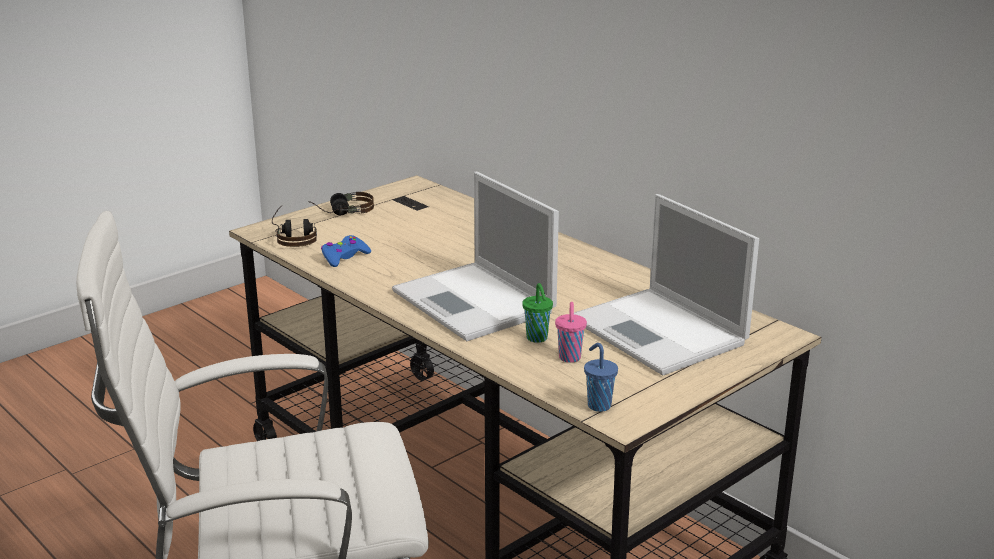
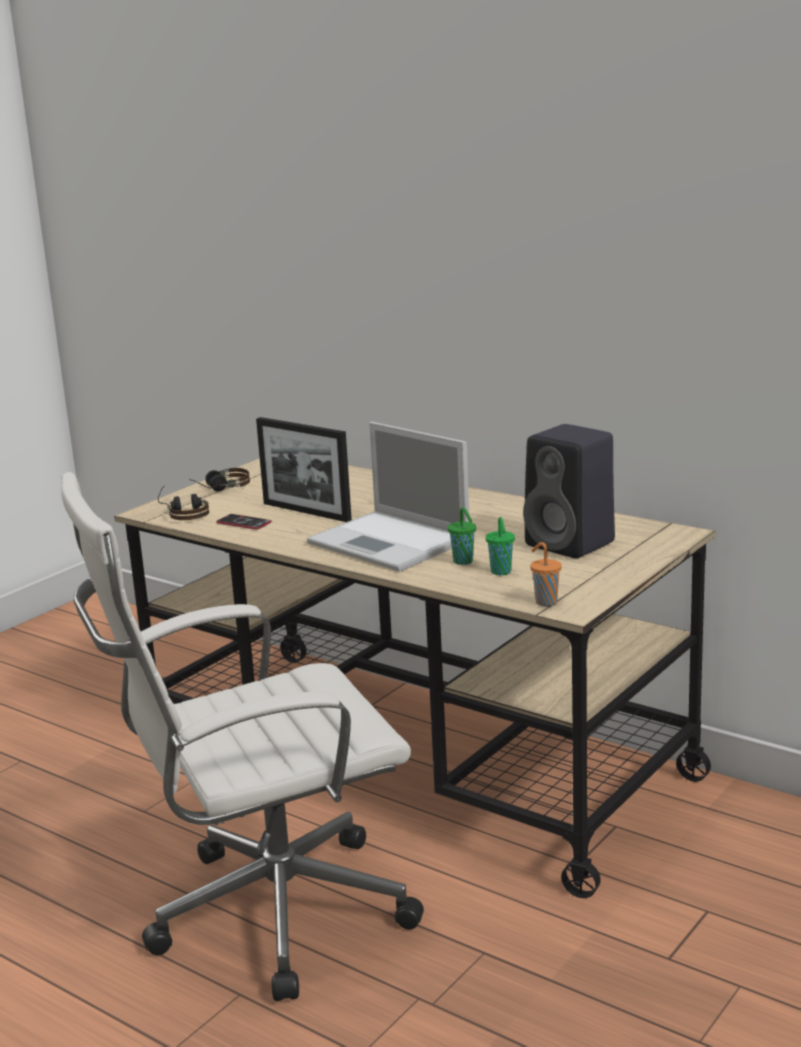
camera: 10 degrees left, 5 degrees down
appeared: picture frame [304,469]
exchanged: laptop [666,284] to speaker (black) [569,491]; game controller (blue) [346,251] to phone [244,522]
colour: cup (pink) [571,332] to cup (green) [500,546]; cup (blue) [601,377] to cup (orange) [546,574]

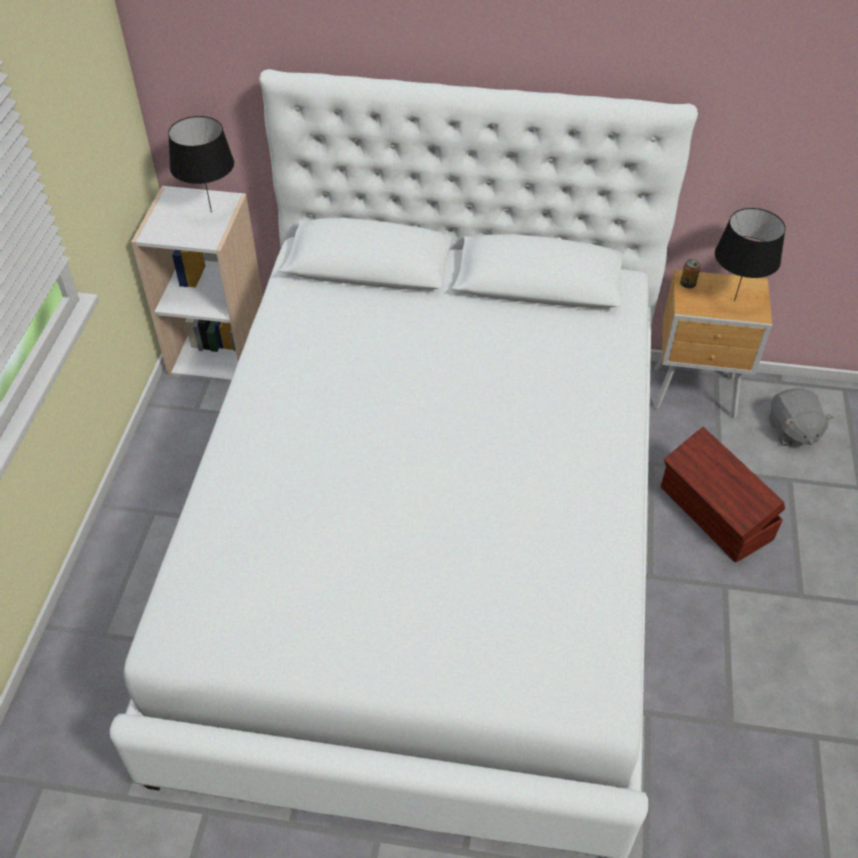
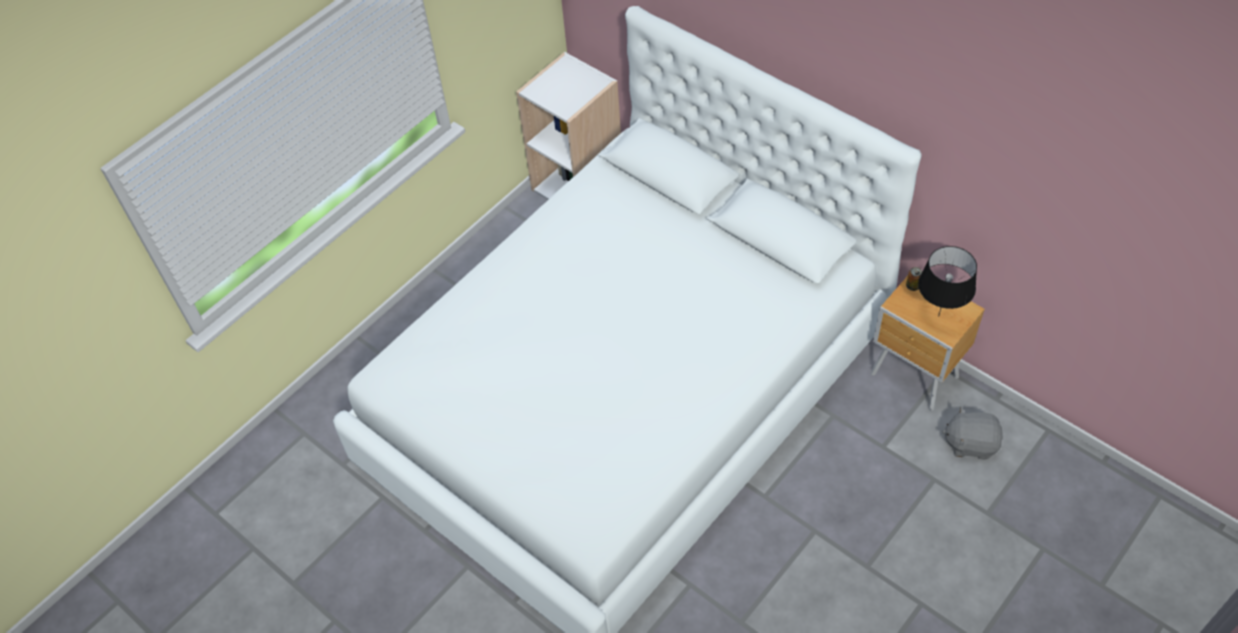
camera: 35 degrees right, 5 degrees up
missing: table lamp (black) [201,164]; storage box (brown) [723,495]
spun: plush toy (grey) [801,417] = [972,433] 75 degrees clockwise

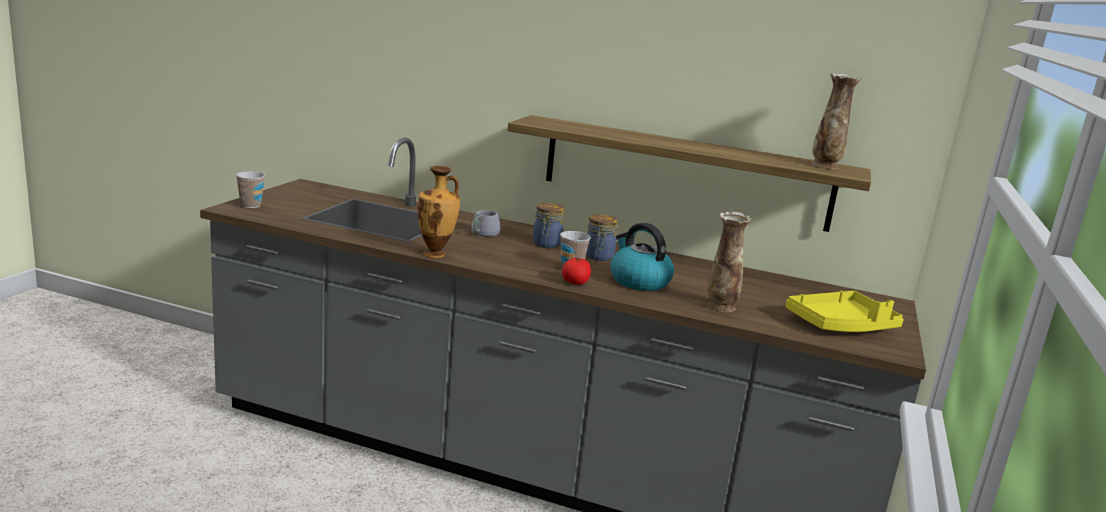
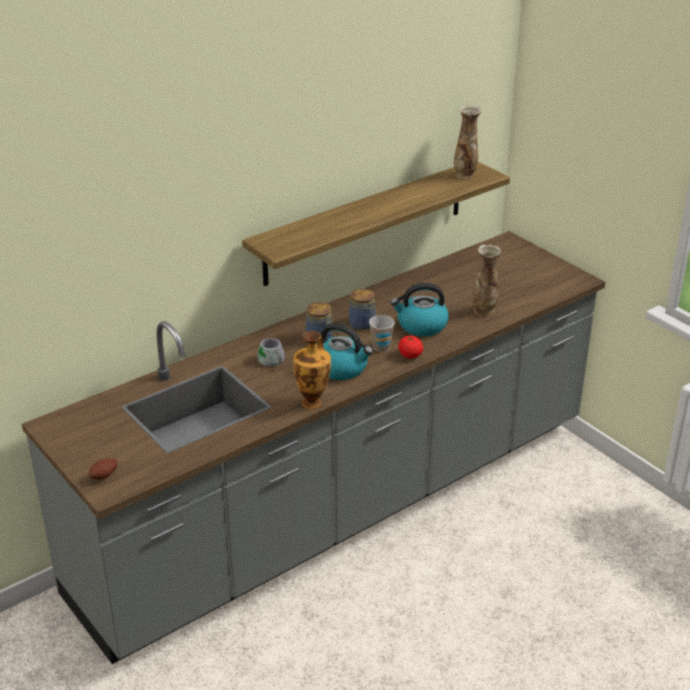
camera: 55 degrees left, 15 degrees up
missing: tray (yellow) [845,311]
appeared: kettle [347,351]
exchanged: cup [250,189] to potato [103,469]

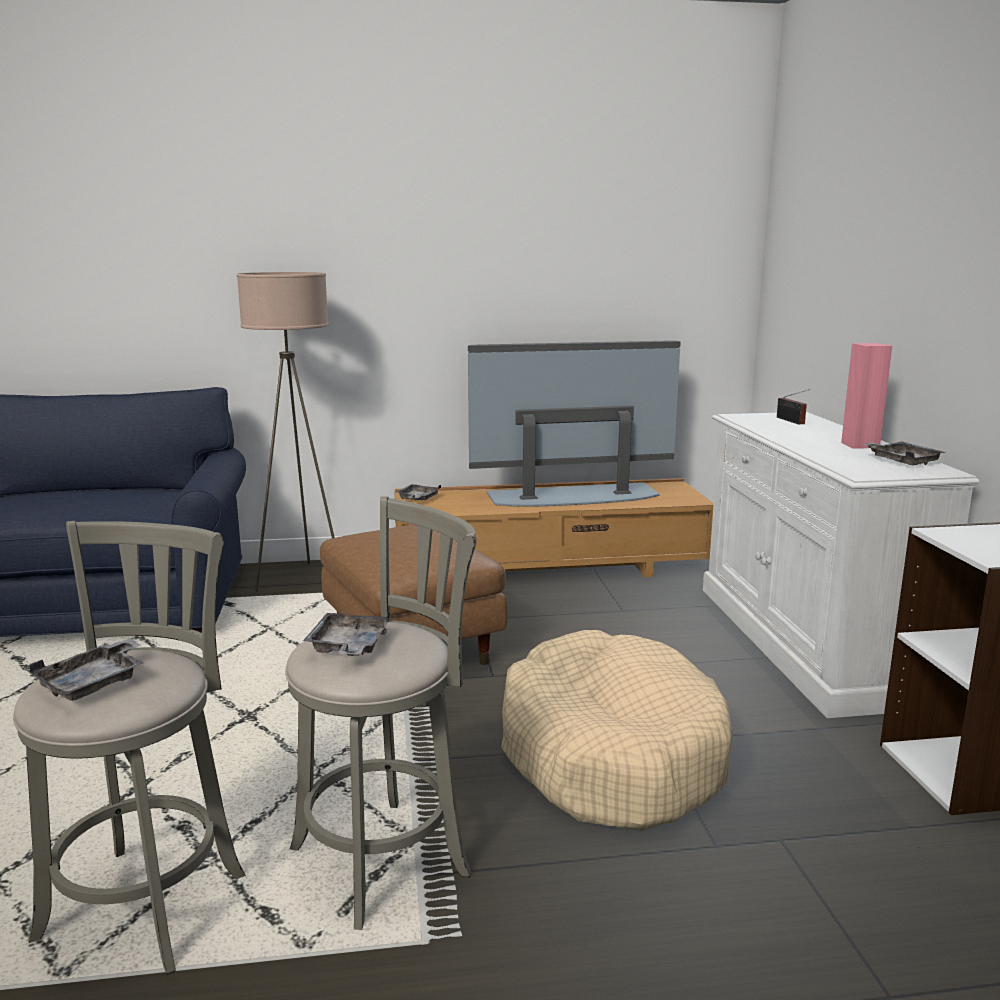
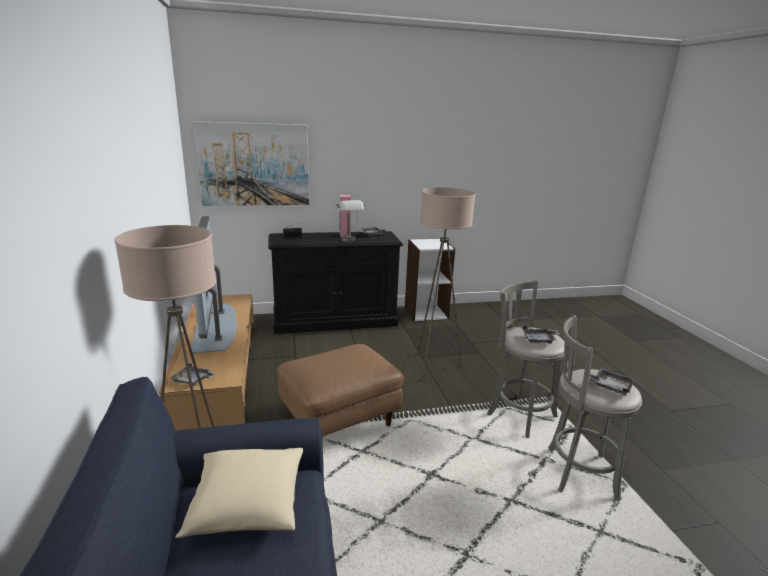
camera: 95 degrees left, 5 degrees up
appeared: picture [251,163]; table lamp (grey) [350,221]; pillow (beige) [239,493]
exchanged: dog bed (beige) [617,730] to floor lamp (beige) [446,284]
colour: cabinet (white) [841,565] to cabinet (black) [335,282]

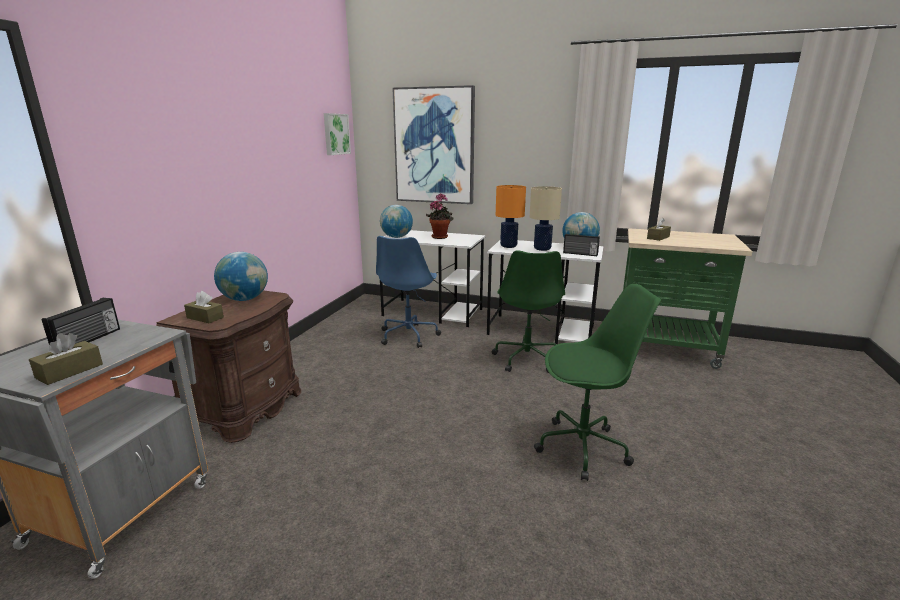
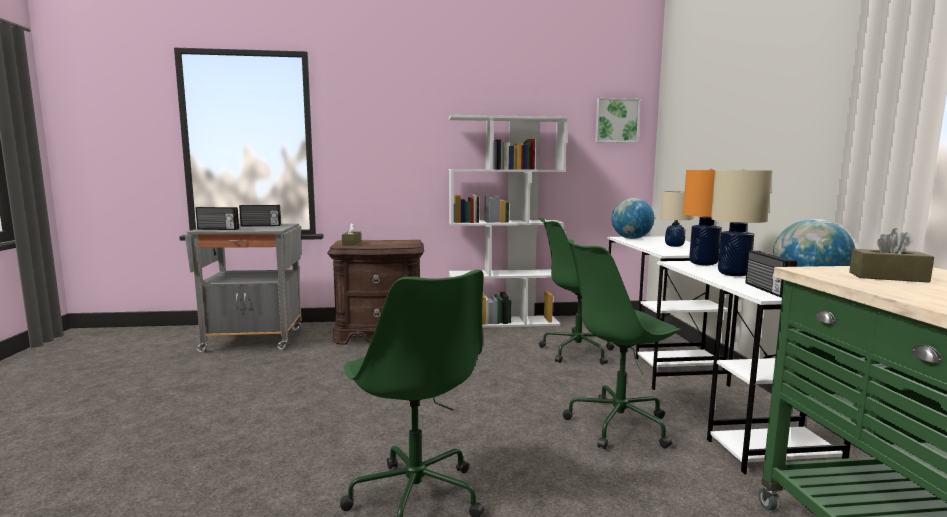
camera: 65 degrees right, 10 degrees down
missing: picture [433,144]; globe [241,276]
appeared: bookcase (white) [508,221]
exchanged: potted plant [440,216] to table lamp (beige) [676,219]; tissue box (brown) [66,359] to radio [217,218]
colour: office chair (blue) [408,292] to office chair (green) [576,291]

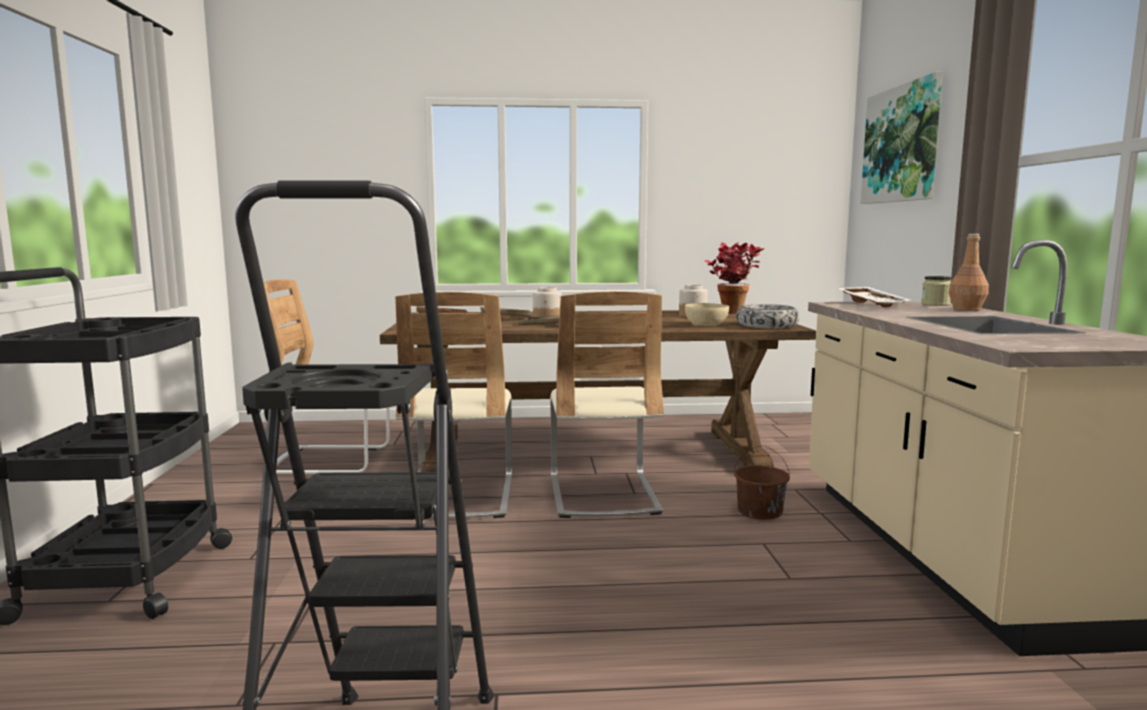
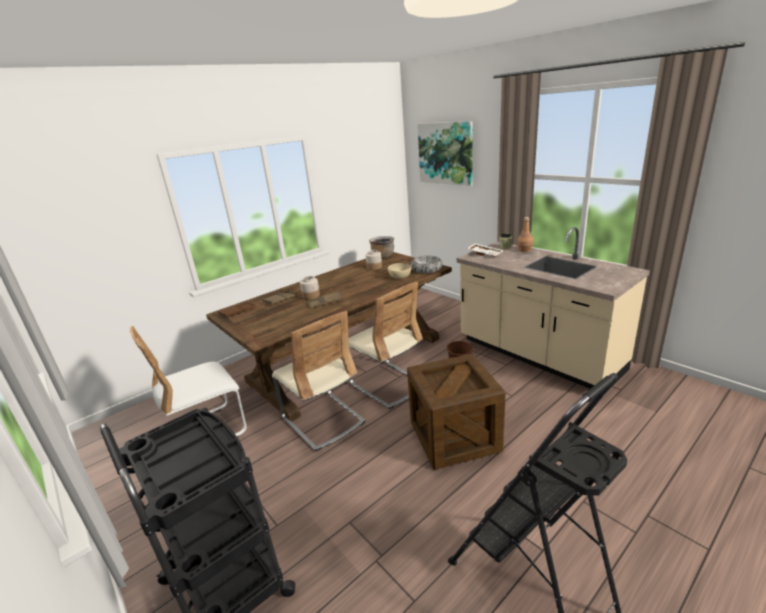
camera: 35 degrees left, 15 degrees up
appeared: crate [456,412]
exchanged: potted plant [734,278] to cooking pot (brown) [381,247]

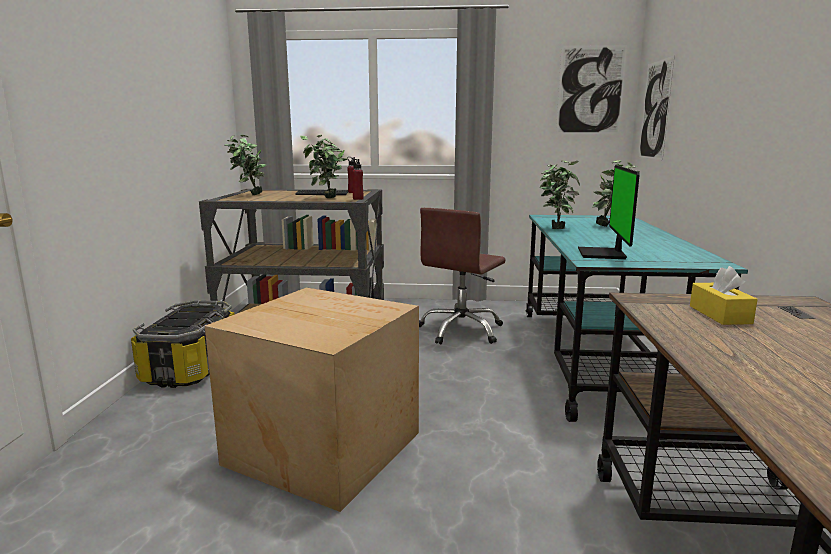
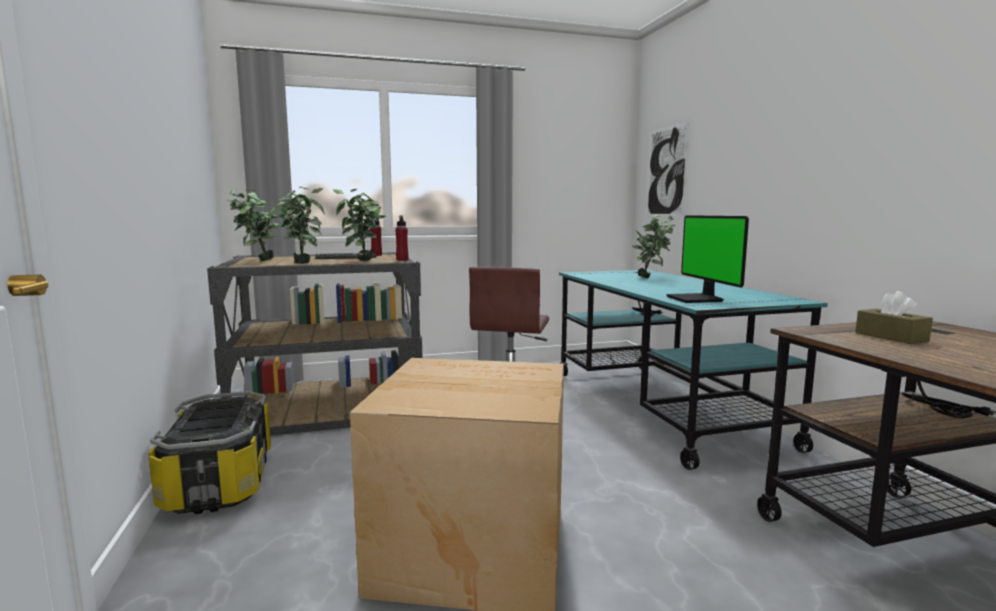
camera: 20 degrees left, 5 degrees down
missing: picture [591,89]
relocated: potted plant [560,195] to [299,225]
colour: tissue box (yellow) [724,295] to tissue box (brown) [894,317]

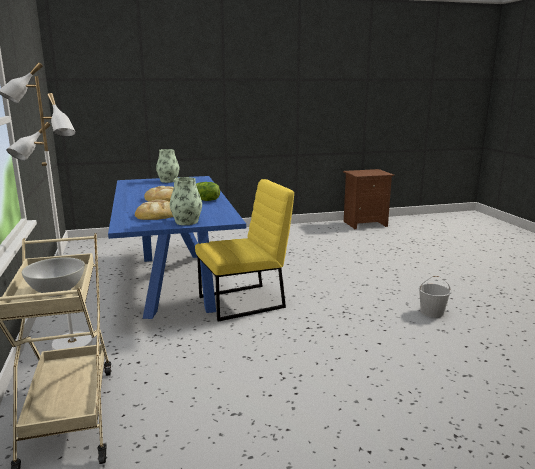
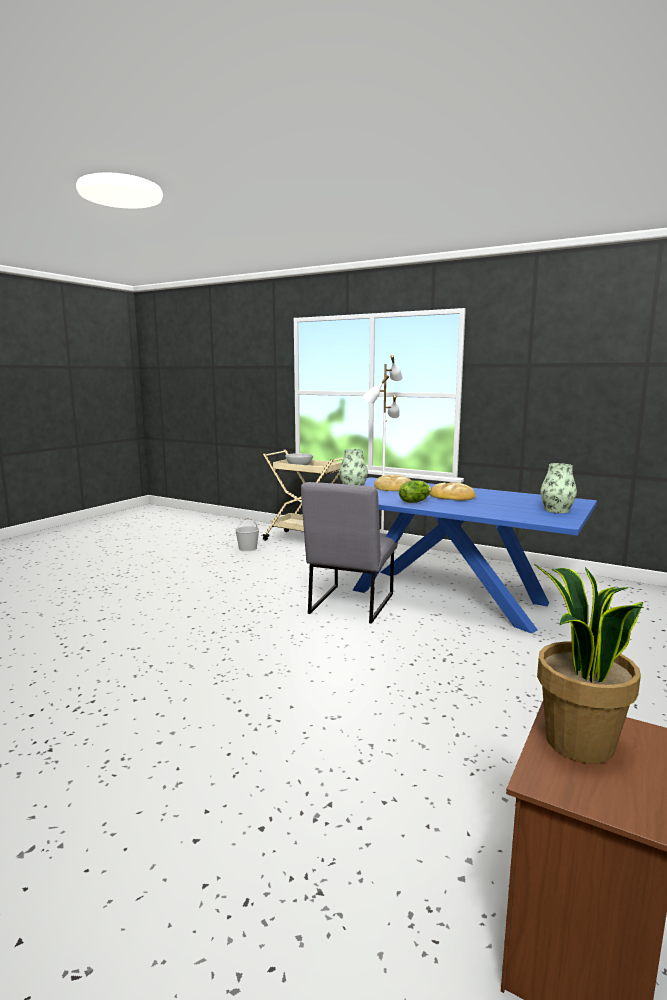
camera: 135 degrees right, 5 degrees down
appeared: potted plant [589,664]
relocated: bucket (white) [435,297] to [247,534]
colour: chair (yellow) [244,250] to chair (grey) [349,553]

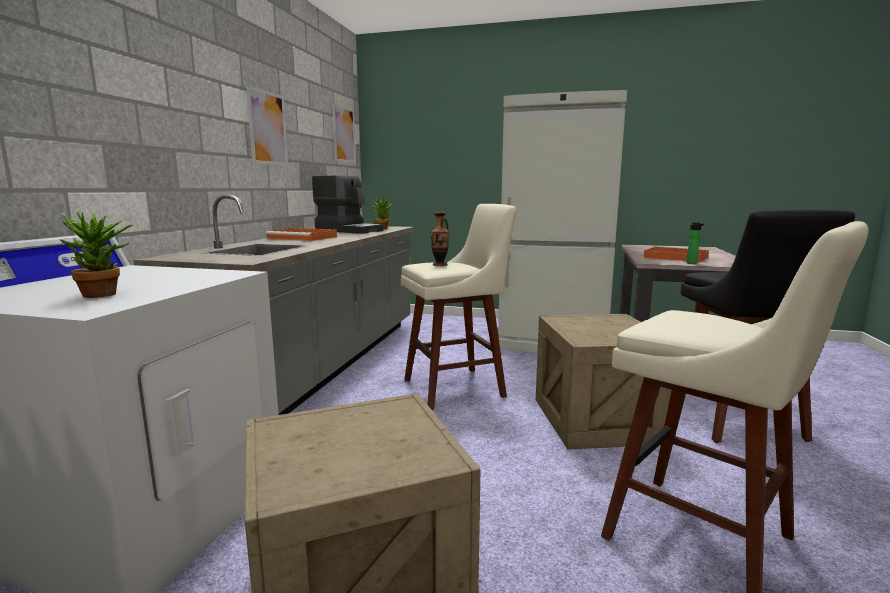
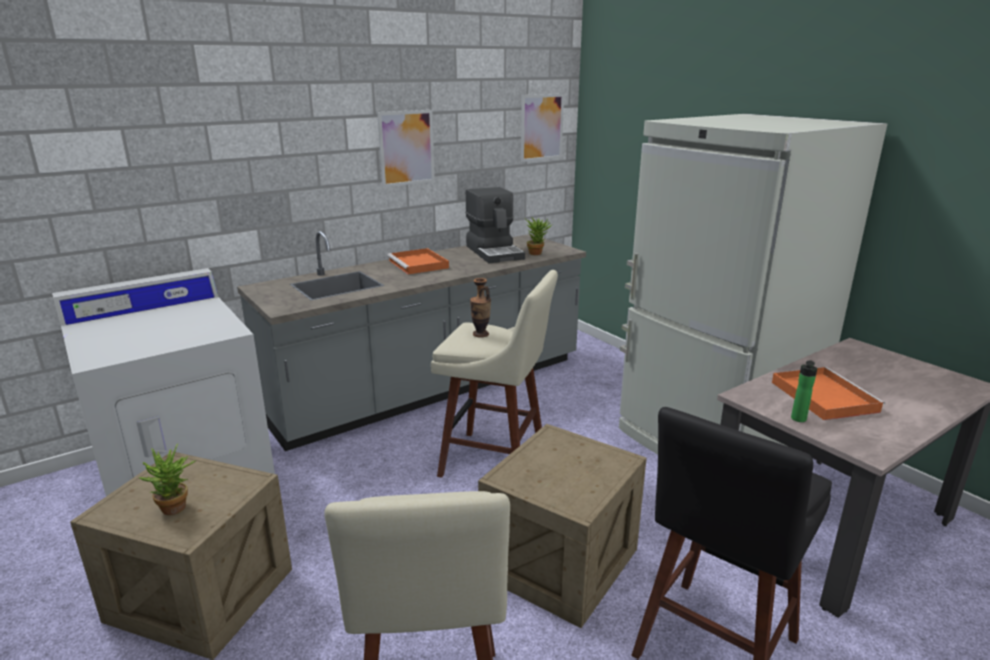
camera: 40 degrees right, 10 degrees up
relocated: potted plant [96,255] to [167,479]

